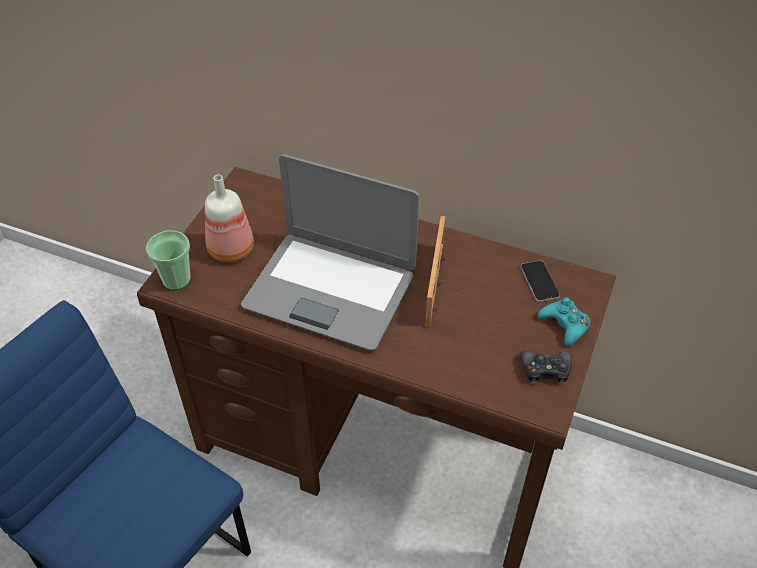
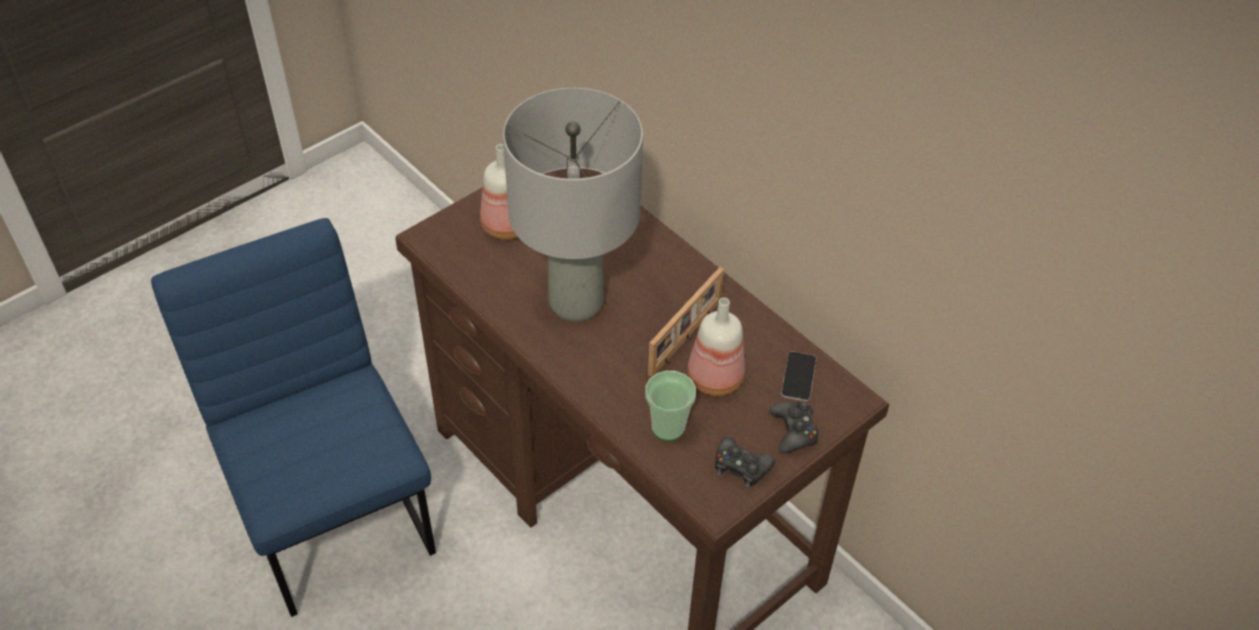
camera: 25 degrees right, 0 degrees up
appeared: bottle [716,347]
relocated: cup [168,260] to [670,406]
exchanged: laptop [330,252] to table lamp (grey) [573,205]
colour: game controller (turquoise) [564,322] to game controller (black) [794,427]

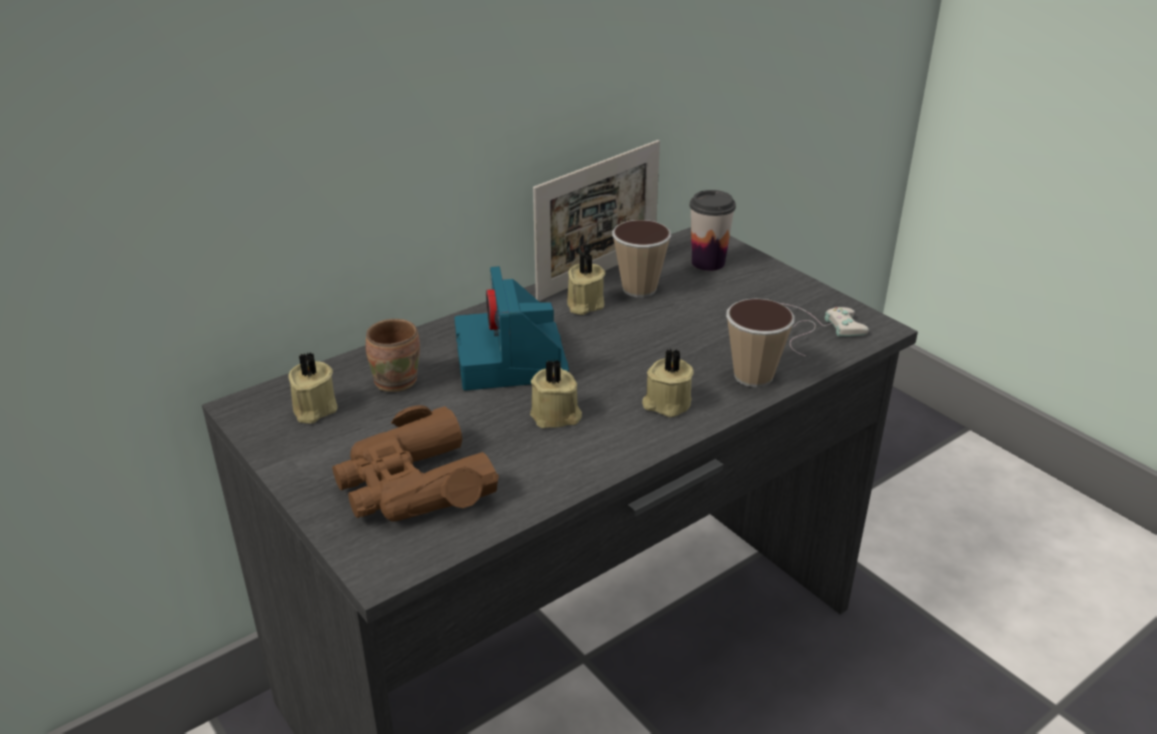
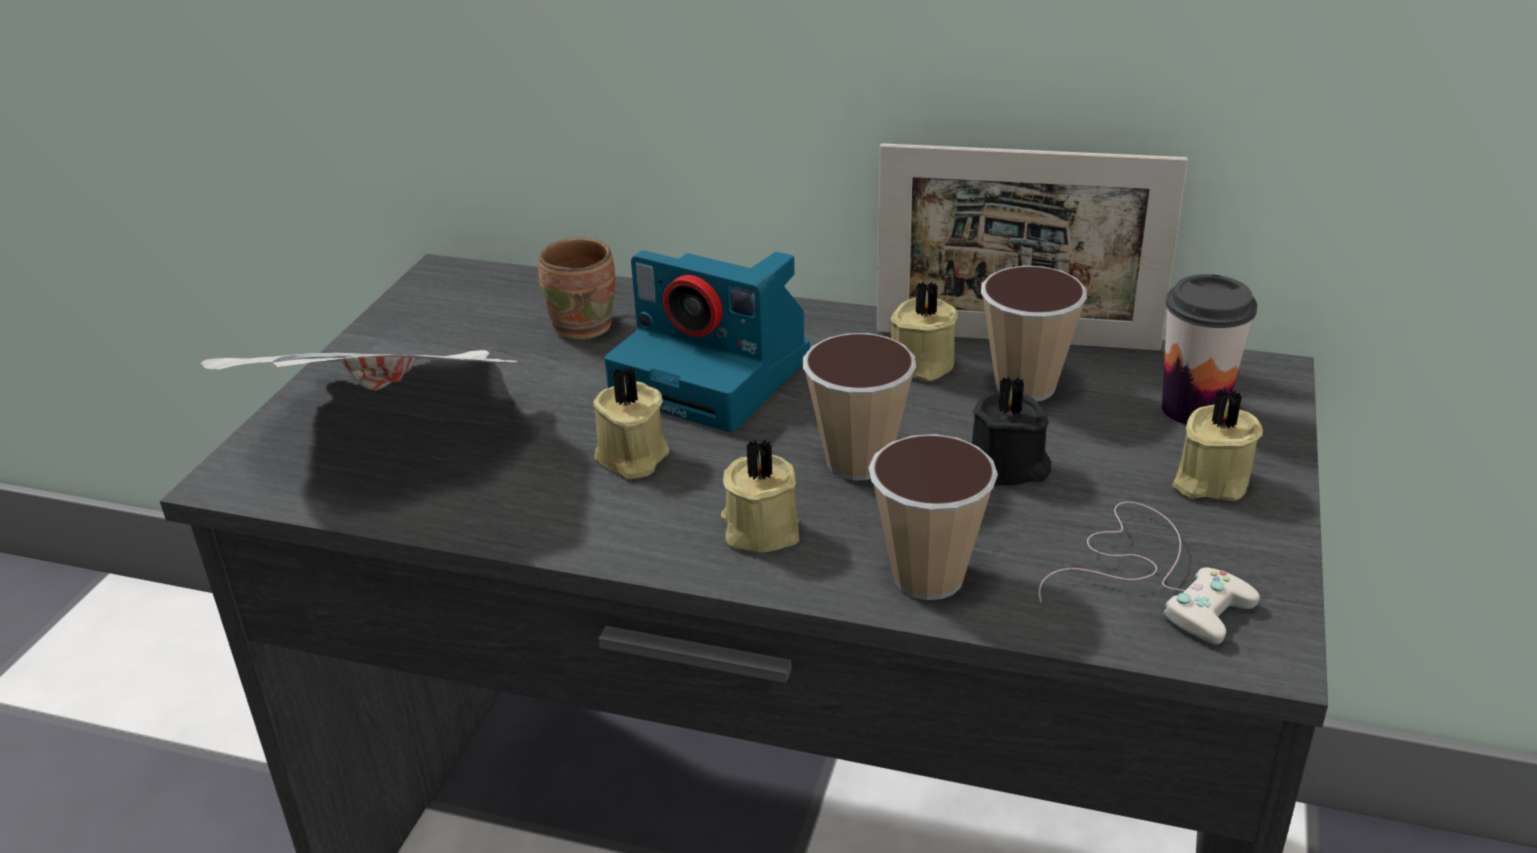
camera: 55 degrees right, 0 degrees up
appeared: cup [859,406]; candle (black) [1011,431]
relocated: candle (beige) [312,388] to [1217,444]
exchanged: binoculars (brown) [415,463] to newspaper [360,370]
spun: photo camera [511,328] = [707,341] 105 degrees counterclockwise

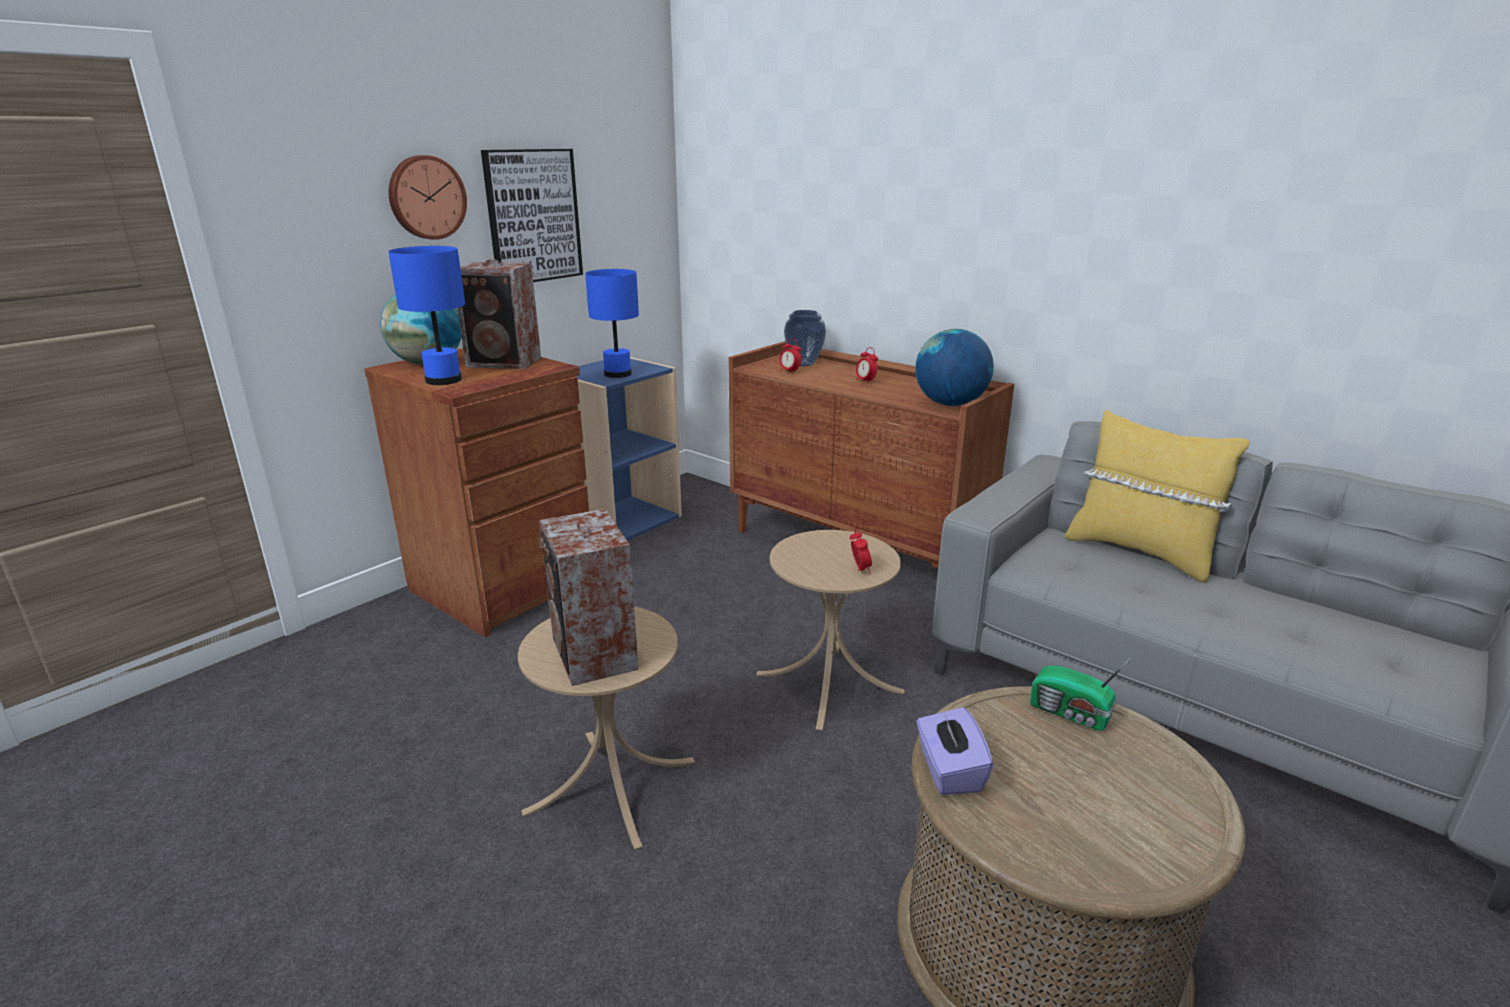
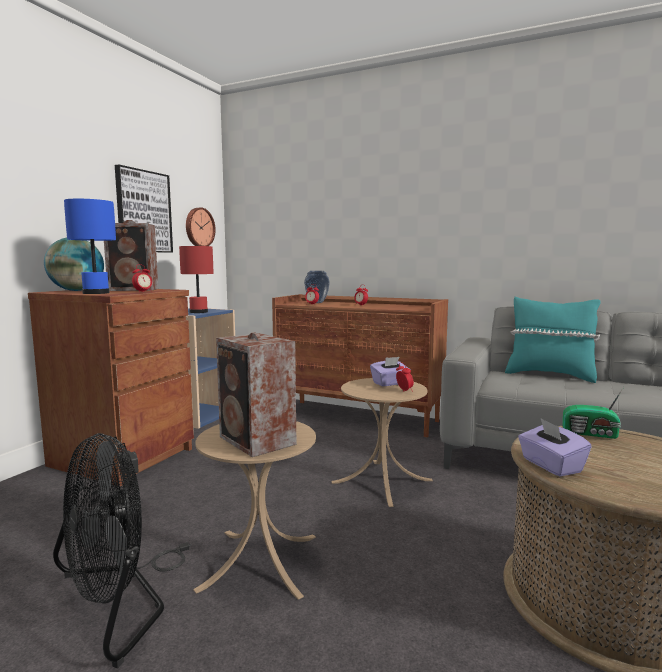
camera: 15 degrees left, 15 degrees down
missing: globe [954,367]
appeared: alarm clock [142,278]; tissue box (purple) [389,371]; fan (black) [122,551]
relocated: wall clock [428,197] to [201,227]
colour: table lamp (blue) [612,323] to table lamp (red) [196,279]; pillow (yellow) [1157,496] to pillow (turquoise) [553,340]

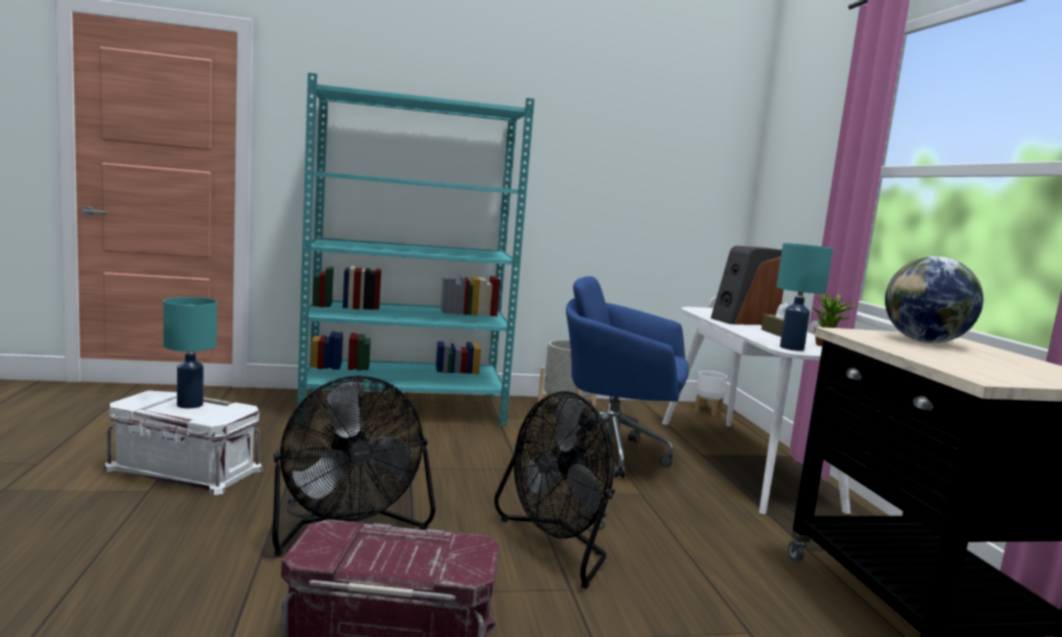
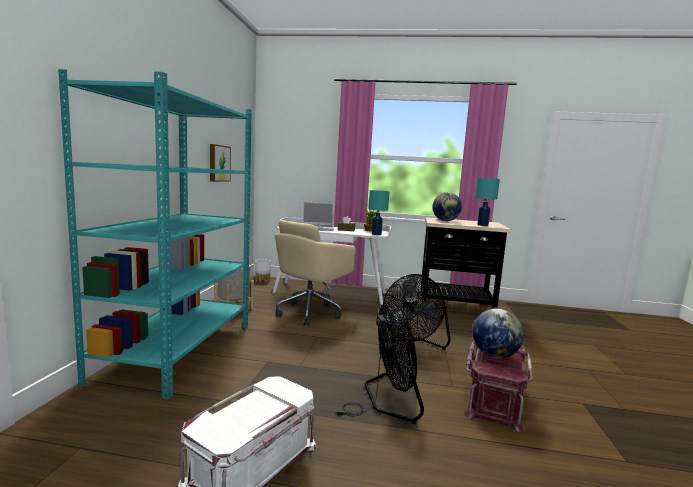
camera: 70 degrees left, 0 degrees up
appeared: picture [220,163]; globe [498,333]
relocated: table lamp (turquoise) [190,352] to [487,202]
exchanged: speaker [747,285] to laptop [318,216]
colour: office chair (blue) [620,377] to office chair (beige) [315,272]

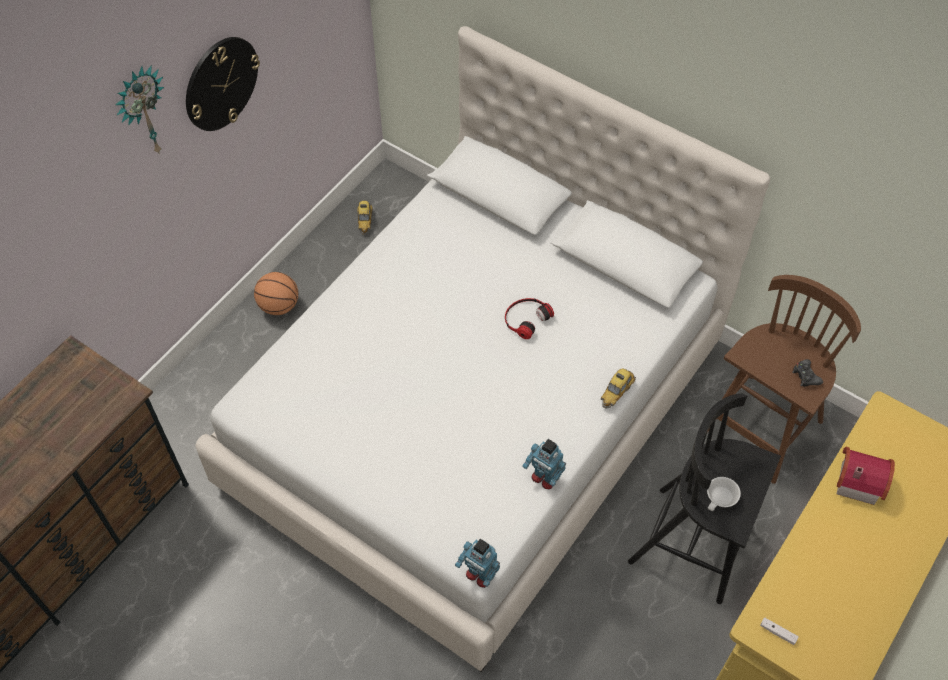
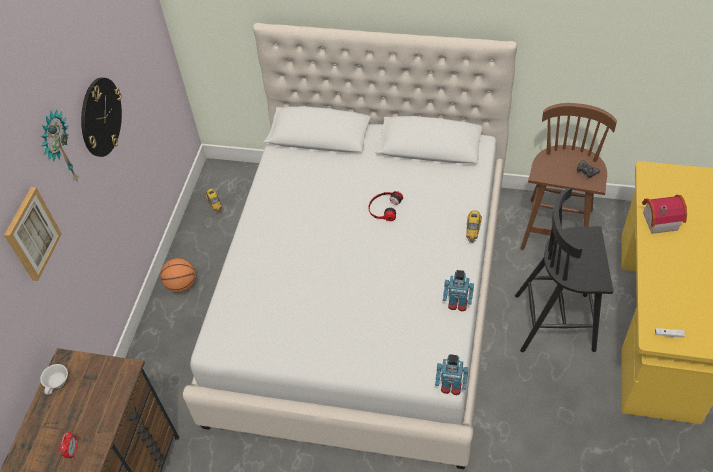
camera: 20 degrees left, 5 degrees down
appeared: picture [33,234]; alarm clock [68,445]
relocated: cup (white) [724,494] to [54,379]

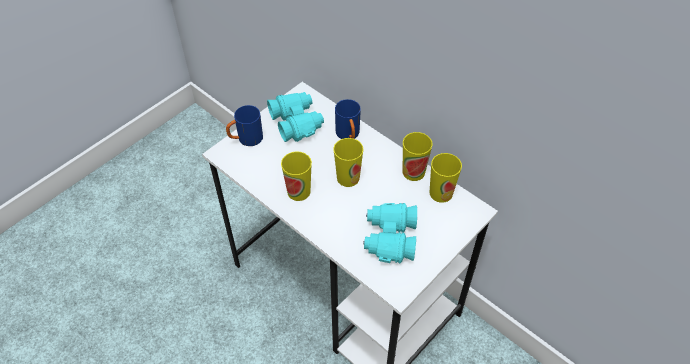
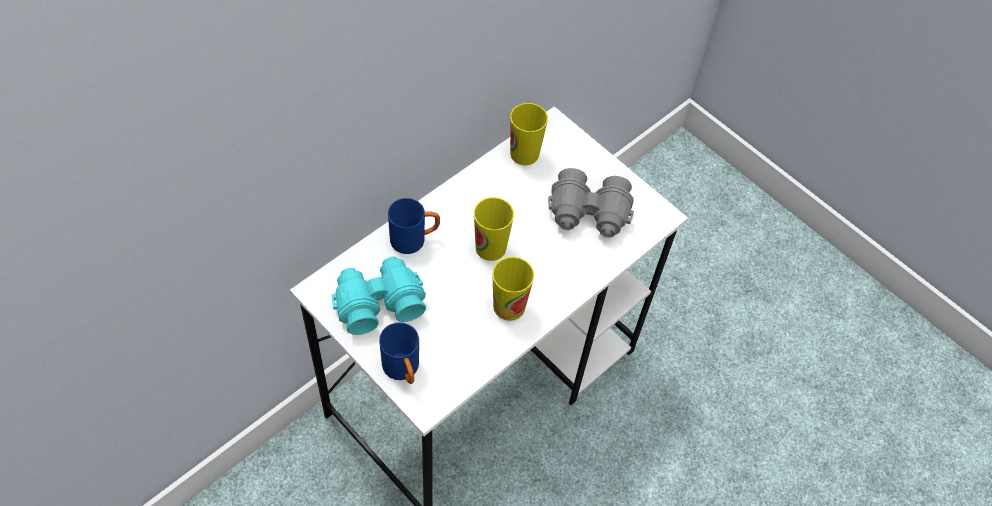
camera: 90 degrees left, 5 degrees up
missing: cup [417,156]
colour: binoculars (turquoise) [390,233] to binoculars (grey) [591,203]

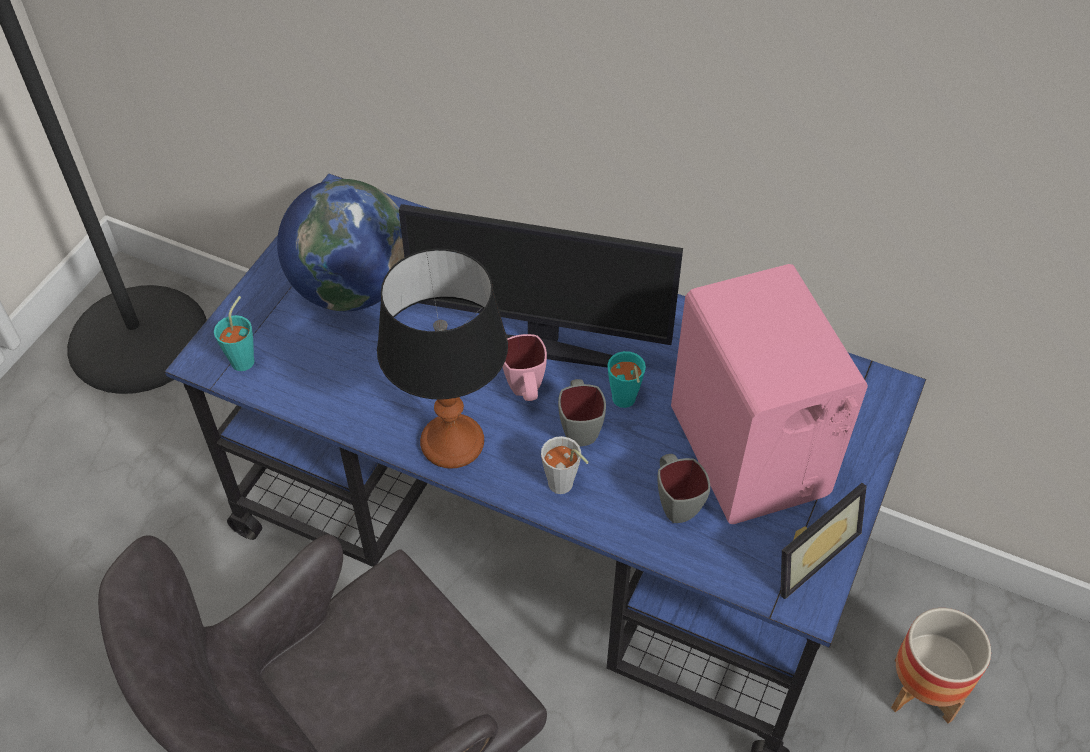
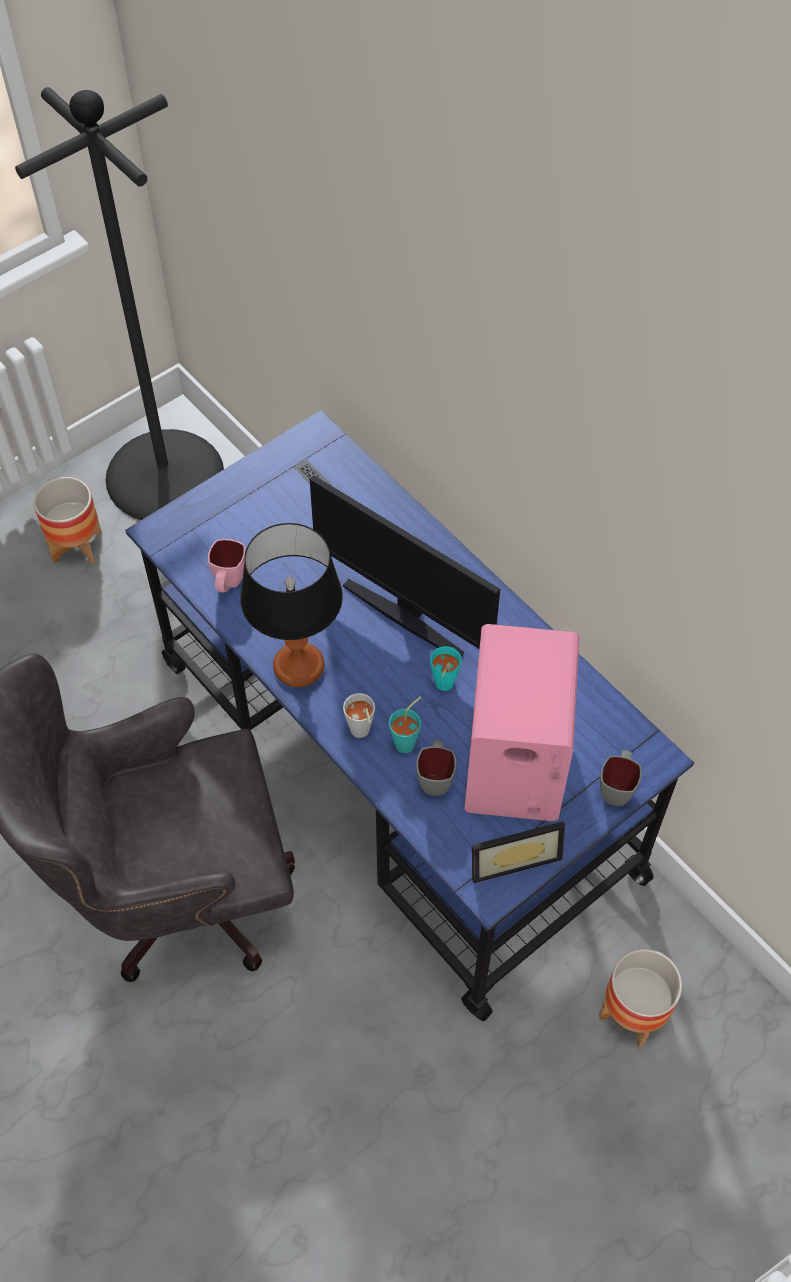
camera: 25 degrees right, 5 degrees up
missing: globe [341,245]
appeared: planter [68,521]
relocated: cup (turquoise) [234,333] to [405,725]; mug (pink) [524,367] to [226,565]; mug (grey) [582,412] to [621,778]

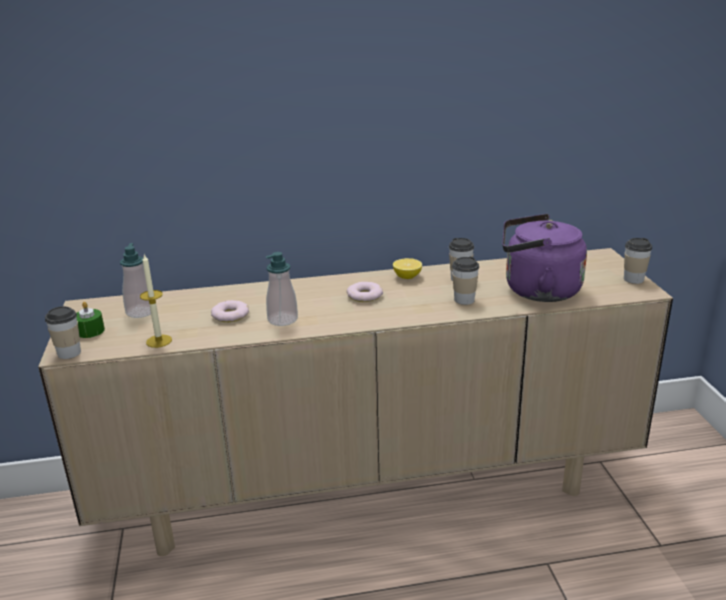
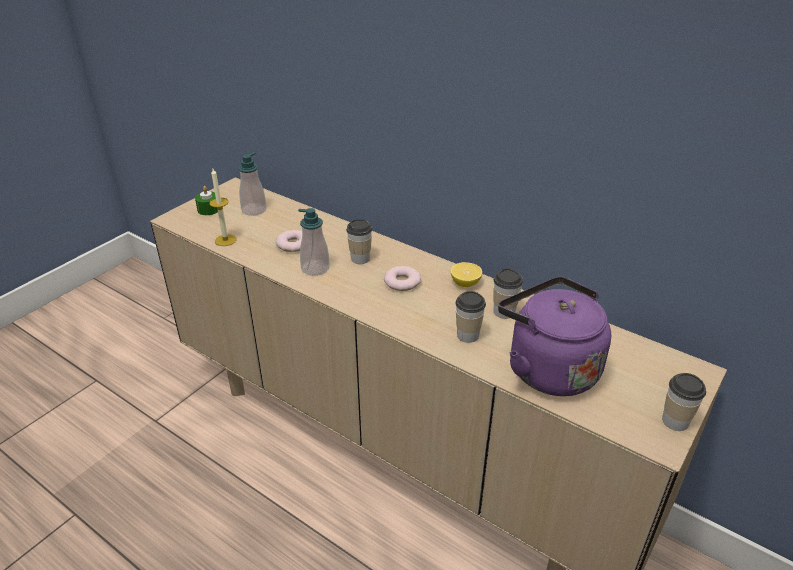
camera: 45 degrees right, 10 degrees up
relocated: cup [63,332] to [359,241]

